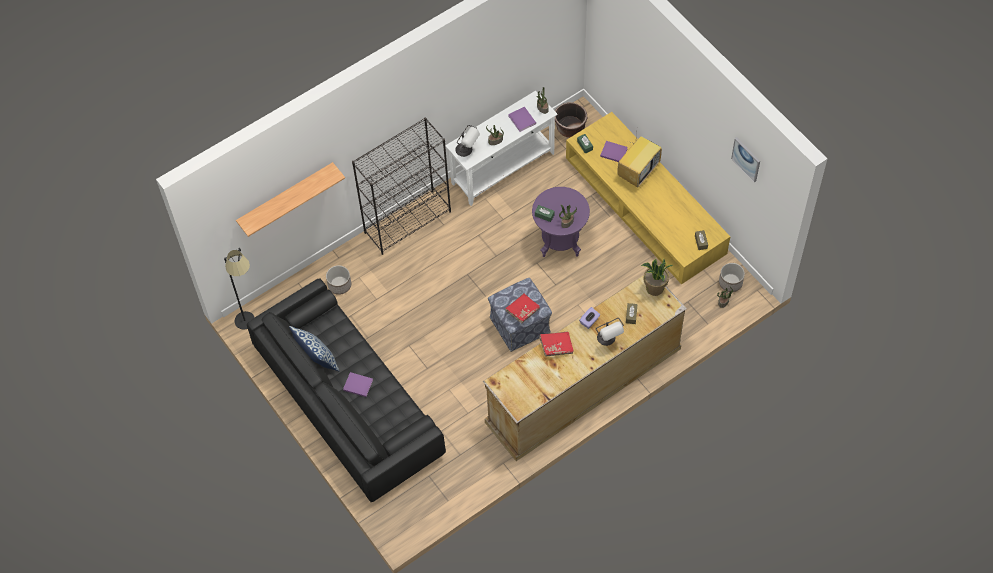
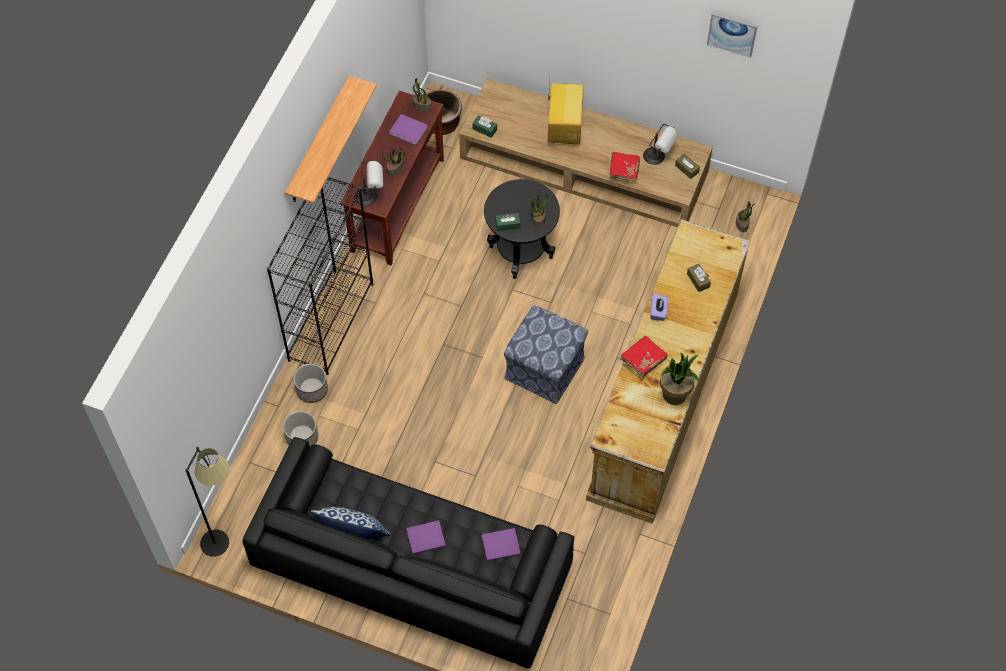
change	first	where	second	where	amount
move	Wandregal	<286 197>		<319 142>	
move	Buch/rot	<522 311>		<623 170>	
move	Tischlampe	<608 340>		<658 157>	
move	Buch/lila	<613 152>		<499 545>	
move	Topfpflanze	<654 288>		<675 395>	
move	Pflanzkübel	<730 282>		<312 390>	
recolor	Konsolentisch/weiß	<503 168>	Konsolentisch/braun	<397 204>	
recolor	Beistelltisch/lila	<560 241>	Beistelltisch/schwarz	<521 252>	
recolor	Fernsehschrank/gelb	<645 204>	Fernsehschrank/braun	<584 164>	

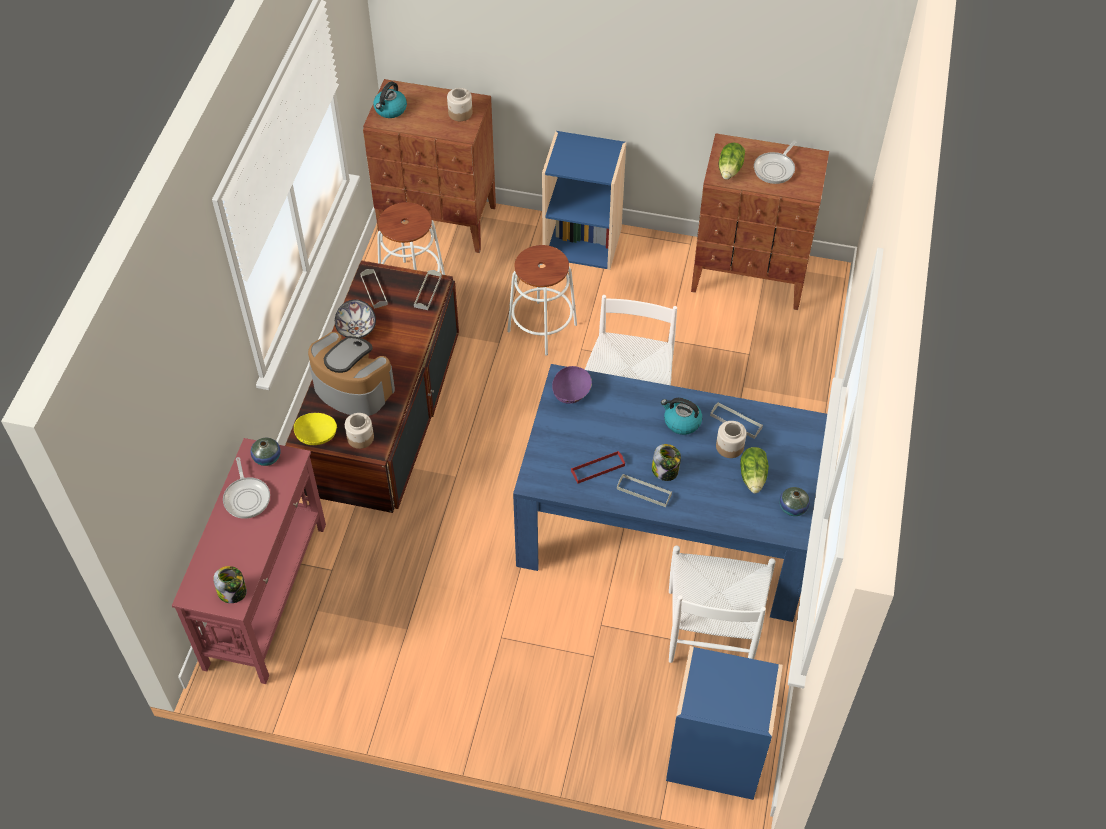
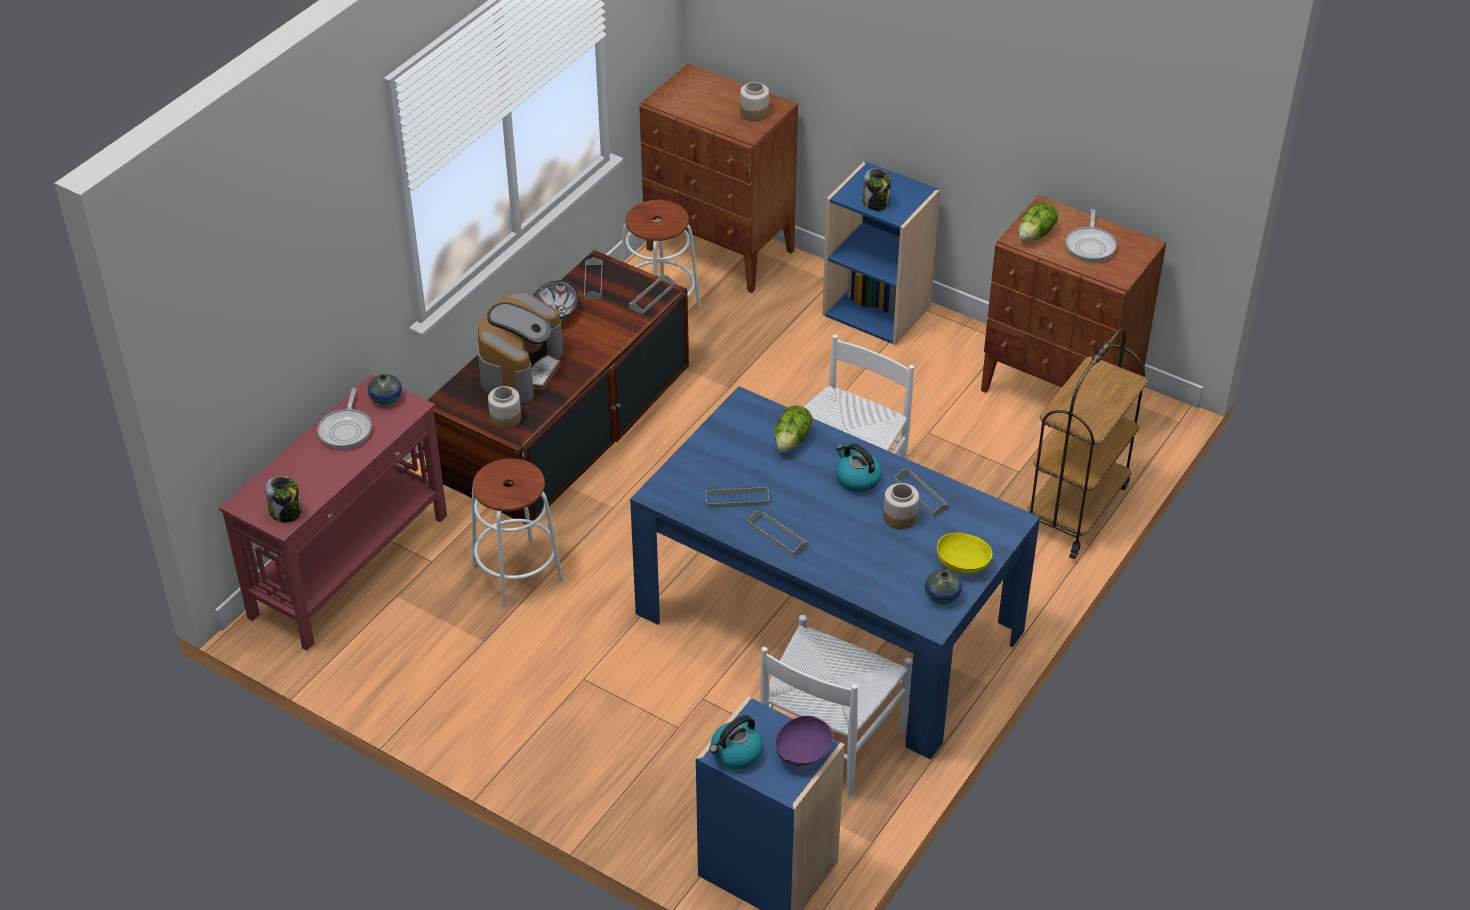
change	first	where	second	where	amount
insert			Rollwagen/braun	<1077 509>	
move	Schüssel/gelb	<317 436>		<963 564>	
move	Wasserkessel	<390 110>		<736 753>	
move	Hocker/weiß	<542 328>		<517 572>	
move	Schüssel/lila	<571 393>		<803 754>	
move	Vorratsglas	<665 471>		<876 203>	
move	Salatkopf	<753 476>		<792 440>	
recolor	Tablett/rot	<597 468>	Tablett/grau	<737 499>	
rotate	Kaffeemaschine	<352 388>		<520 369>	60 degrees clockwise
rotate	Pfanne	<775 169>		<1090 245>	45 degrees counterclockwise

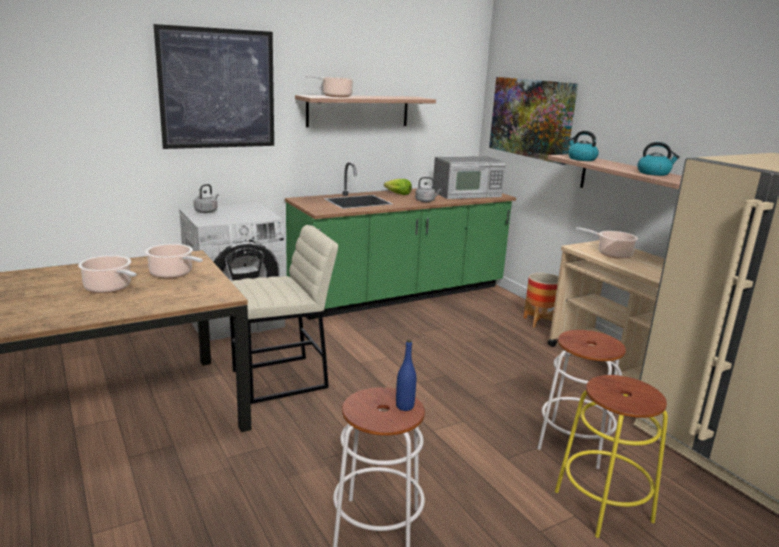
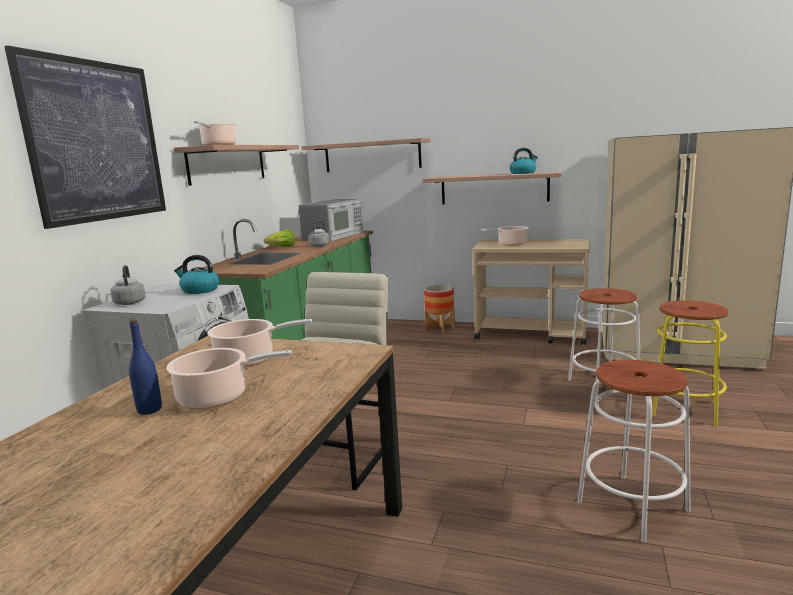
change	first	where	second	where	amount
move	Flasche/blau	<404 406>		<149 410>	
move	Wasserkessel	<581 159>		<199 290>	
replace	Bild	<531 118>	Wandregal	<372 156>	

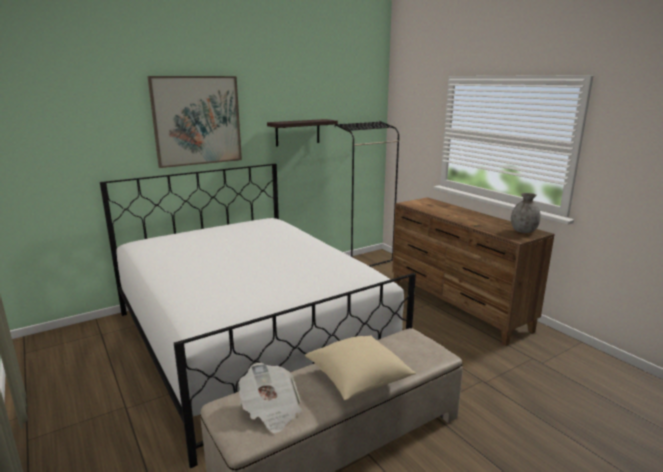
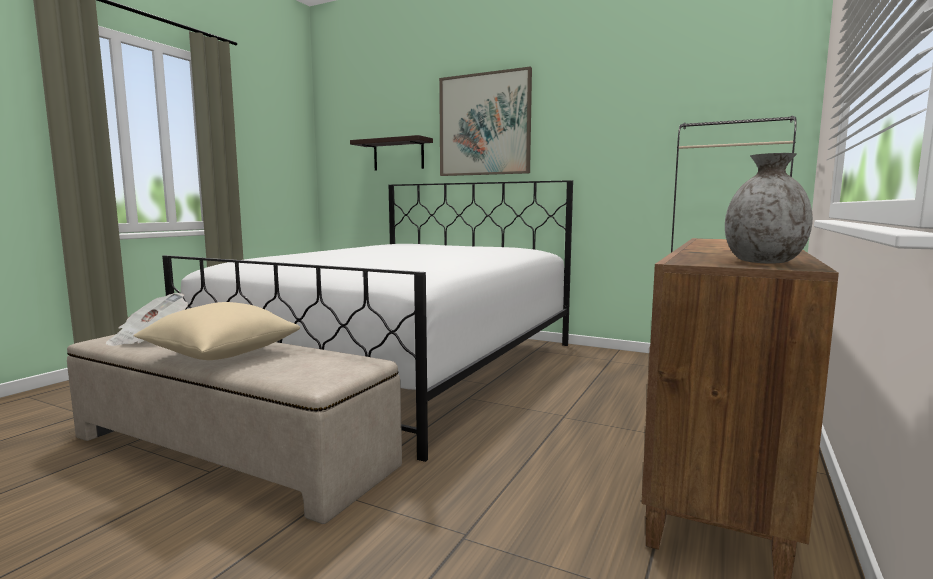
change	first	where	second	where	amount
move	Wandregal	<297 132>		<398 155>	

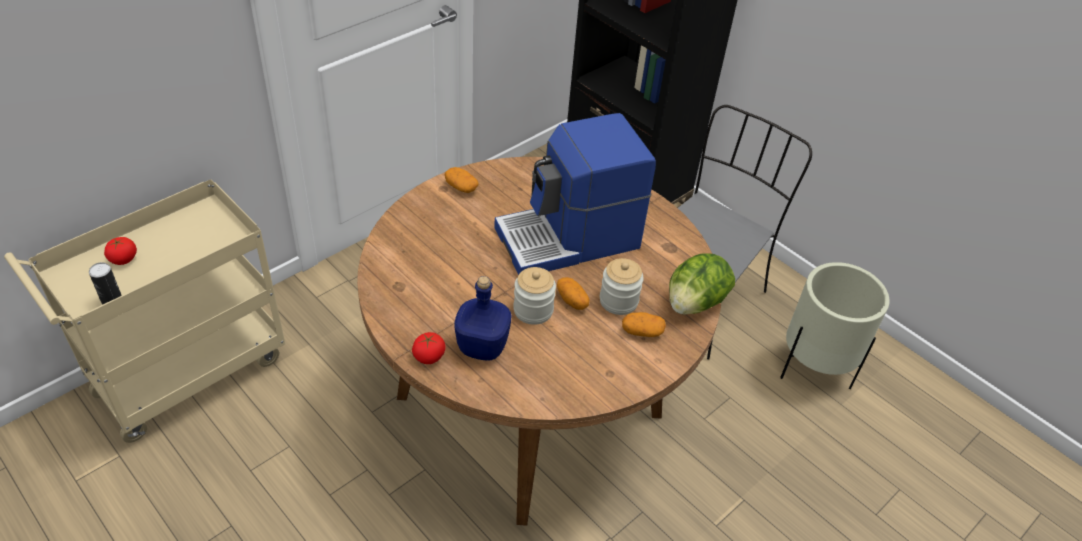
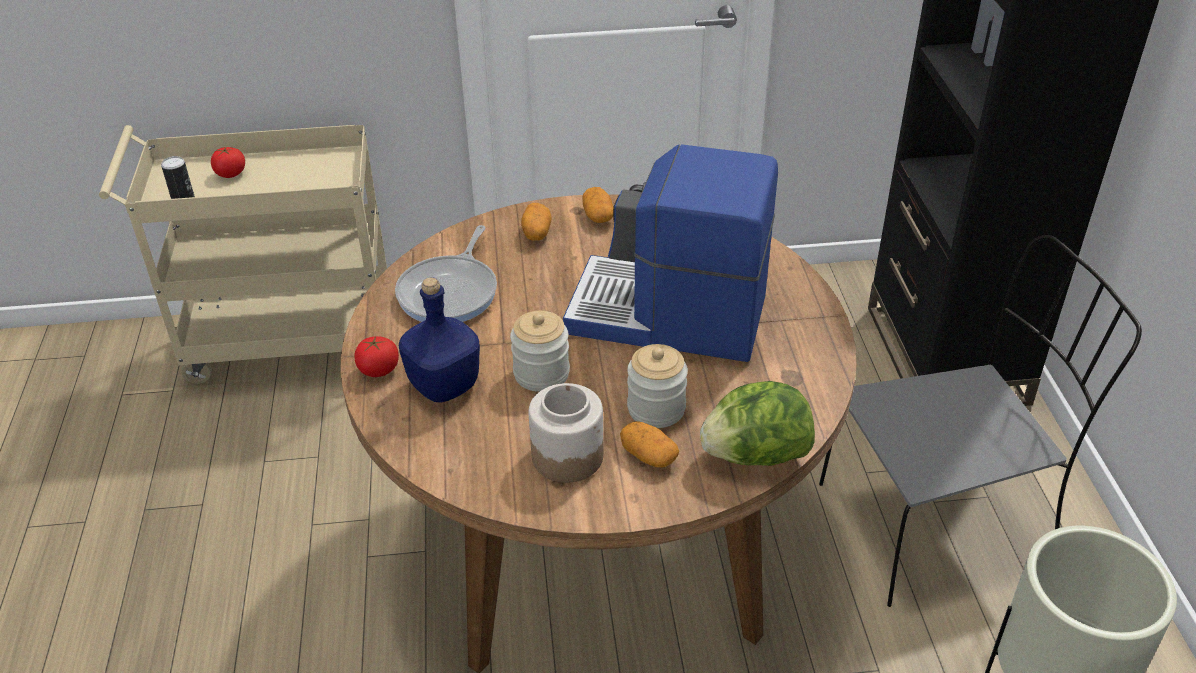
change	first	where	second	where	amount
insert			Pfanne	<451 292>	
insert			Vorratsglas	<567 456>	
move	Kartoffel	<572 300>		<536 232>	

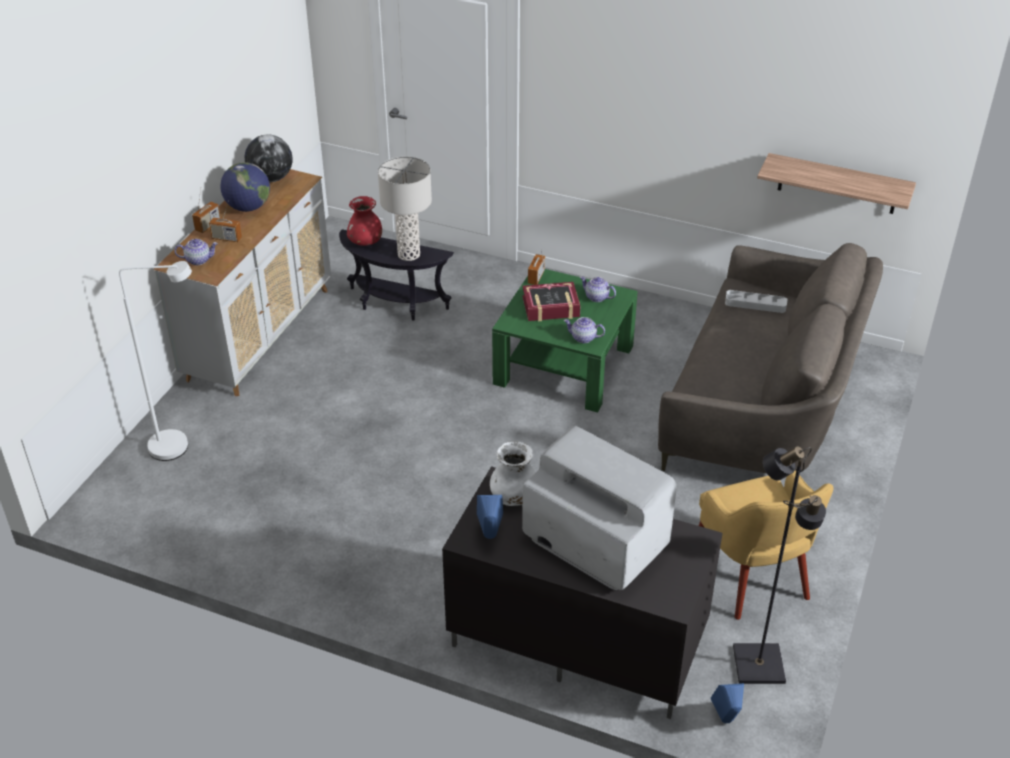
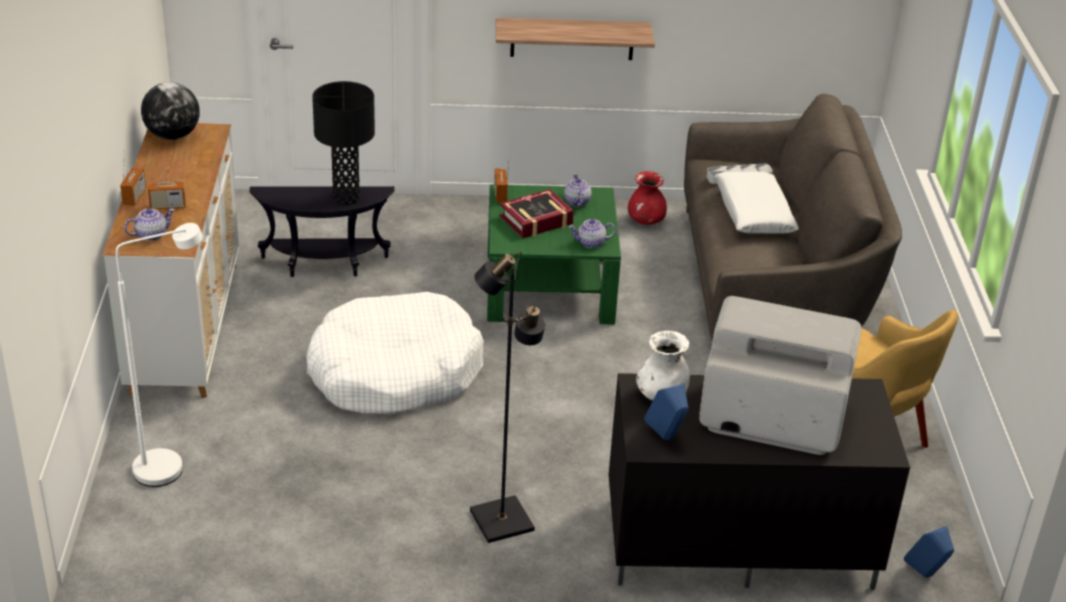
change	first	where	second	where	amount
delete	Globus	<248 207>			
insert			Hundebett/weiß	<394 372>	
insert			Kissen/weiß	<753 213>	
move	Vase/rot	<365 242>		<646 221>	
move	Stehlampe/schwarz	<759 665>		<502 520>	
move	Wandregal	<837 184>		<572 38>	
recolor	Tischlampe/weiß	<408 254>	Tischlampe/schwarz	<346 197>	
rotate	Teekanne	<596 297>		<576 202>	75 degrees clockwise

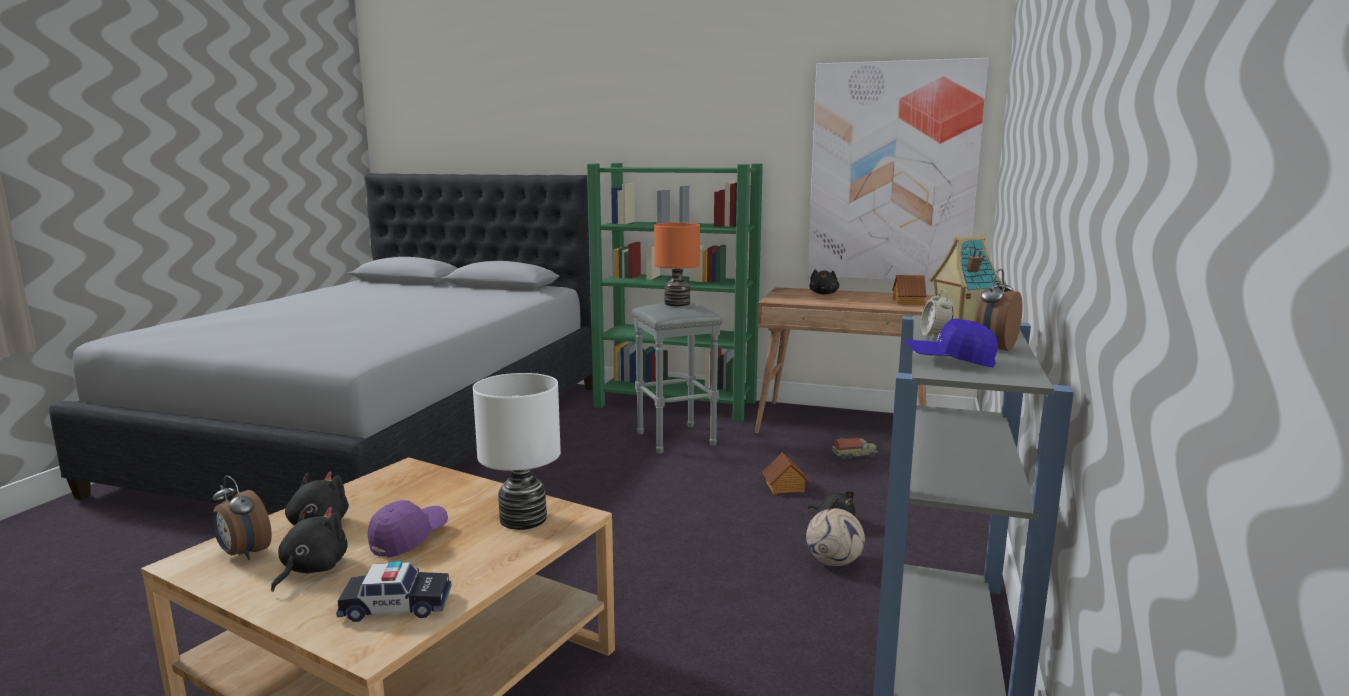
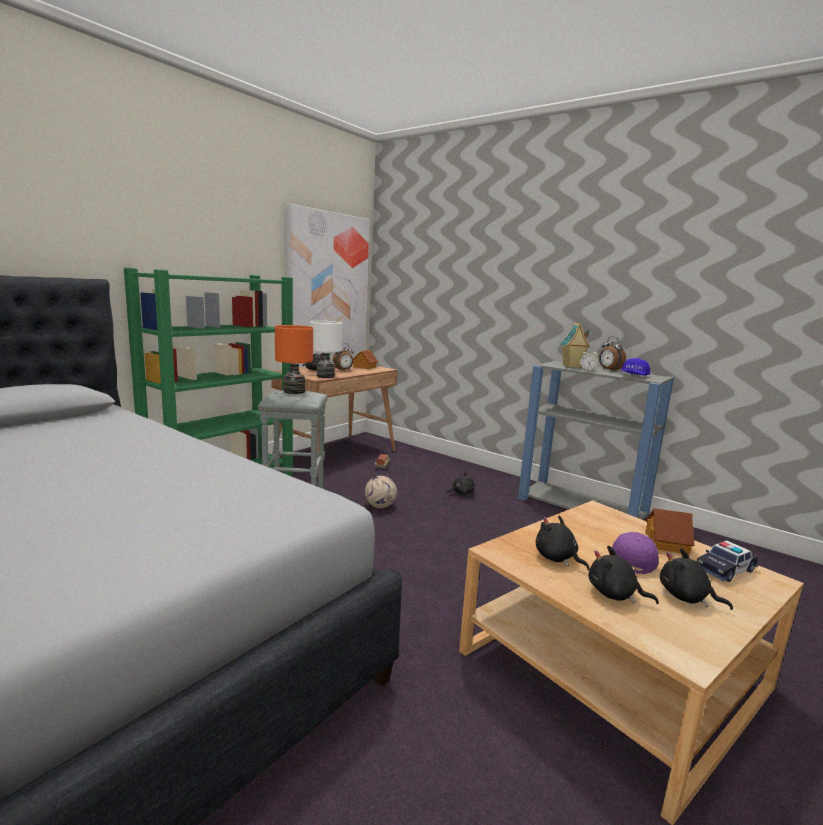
change	first	where	second	where	amount
insert			Plüschtier/schwarz	<557 558>	
move	Wecker	<243 553>		<343 370>	
move	Tischlampe/weiß	<523 519>		<325 376>	
move	Spielzeughaus	<785 487>		<667 543>	
move	Fußball	<834 562>		<380 506>	
rotate	Spielzeugauto	<396 606>		<725 569>	135 degrees counterclockwise
rotate	Kappe/lila	<409 538>		<632 559>	60 degrees clockwise

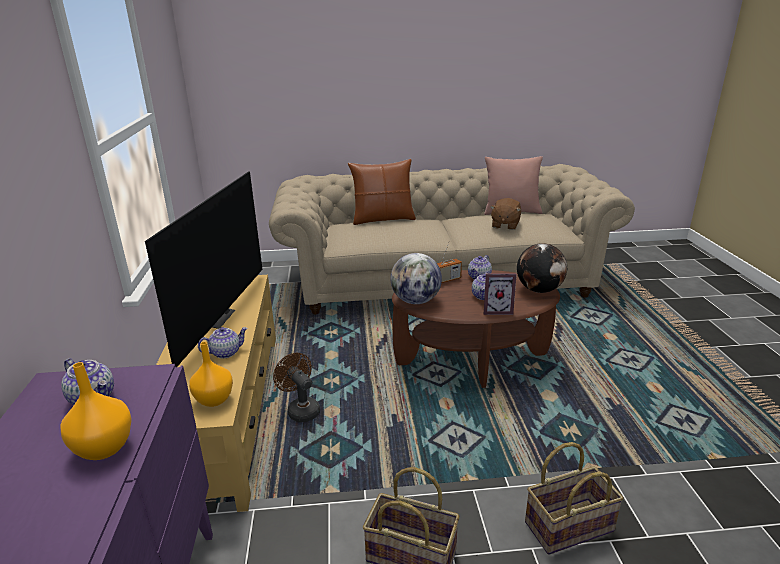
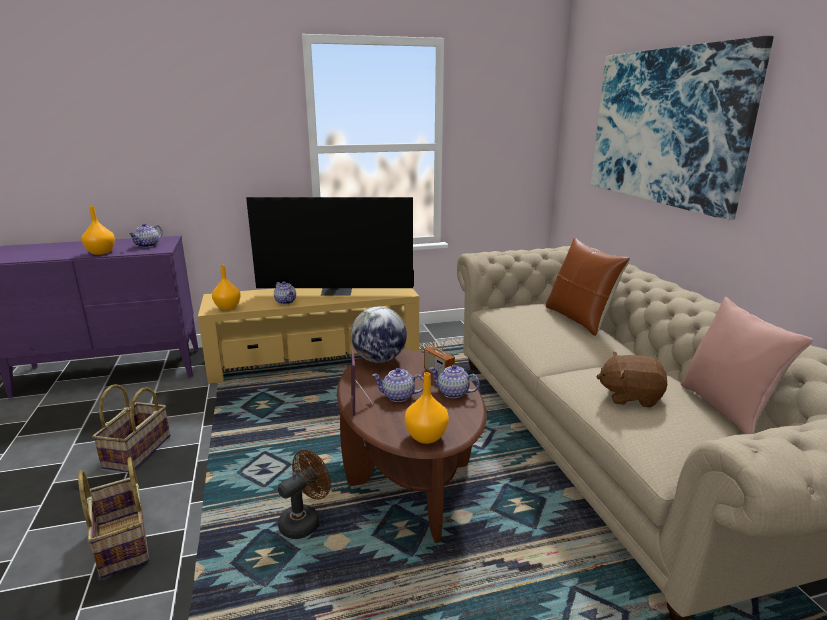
change	first	where	second	where	amount
insert			Bild	<665 127>	
move	Ventilator/braun	<301 409>		<304 521>	
replace	Globus	<539 290>	Vase/orange	<427 437>	

